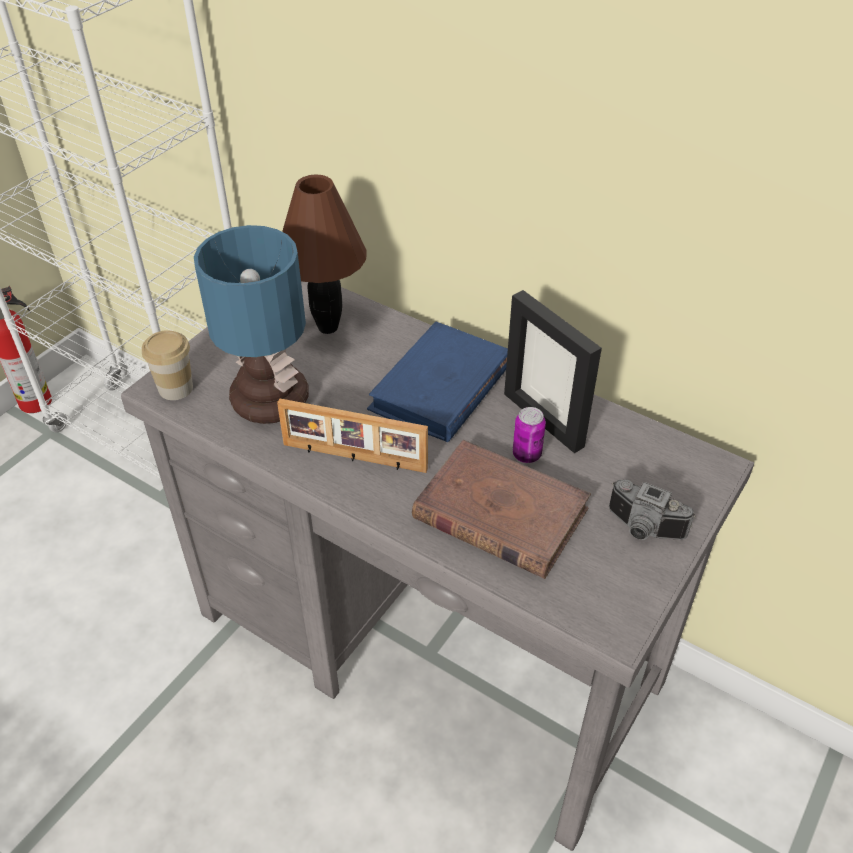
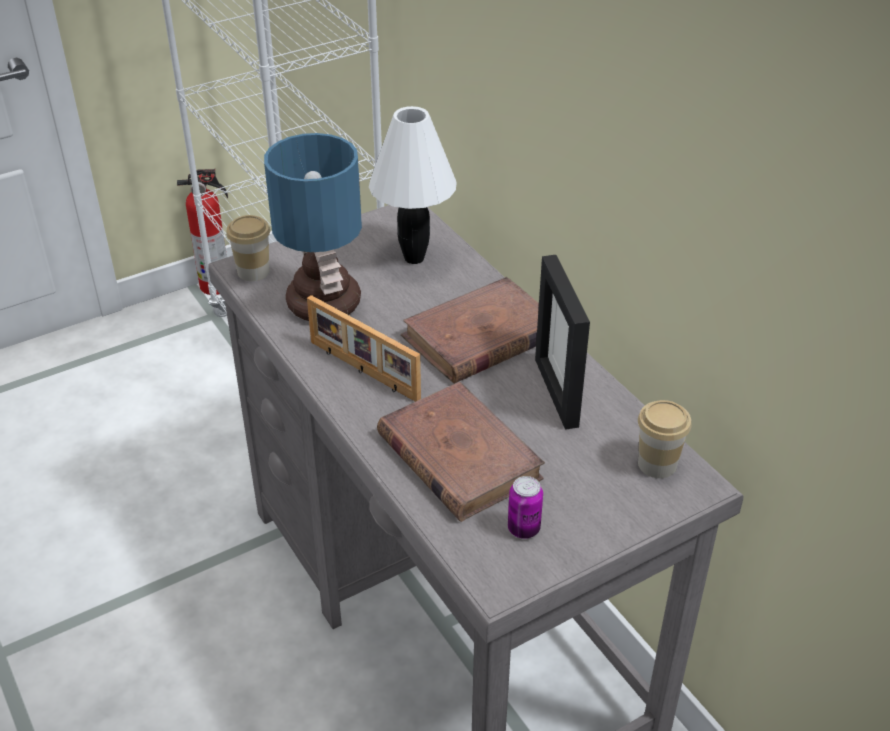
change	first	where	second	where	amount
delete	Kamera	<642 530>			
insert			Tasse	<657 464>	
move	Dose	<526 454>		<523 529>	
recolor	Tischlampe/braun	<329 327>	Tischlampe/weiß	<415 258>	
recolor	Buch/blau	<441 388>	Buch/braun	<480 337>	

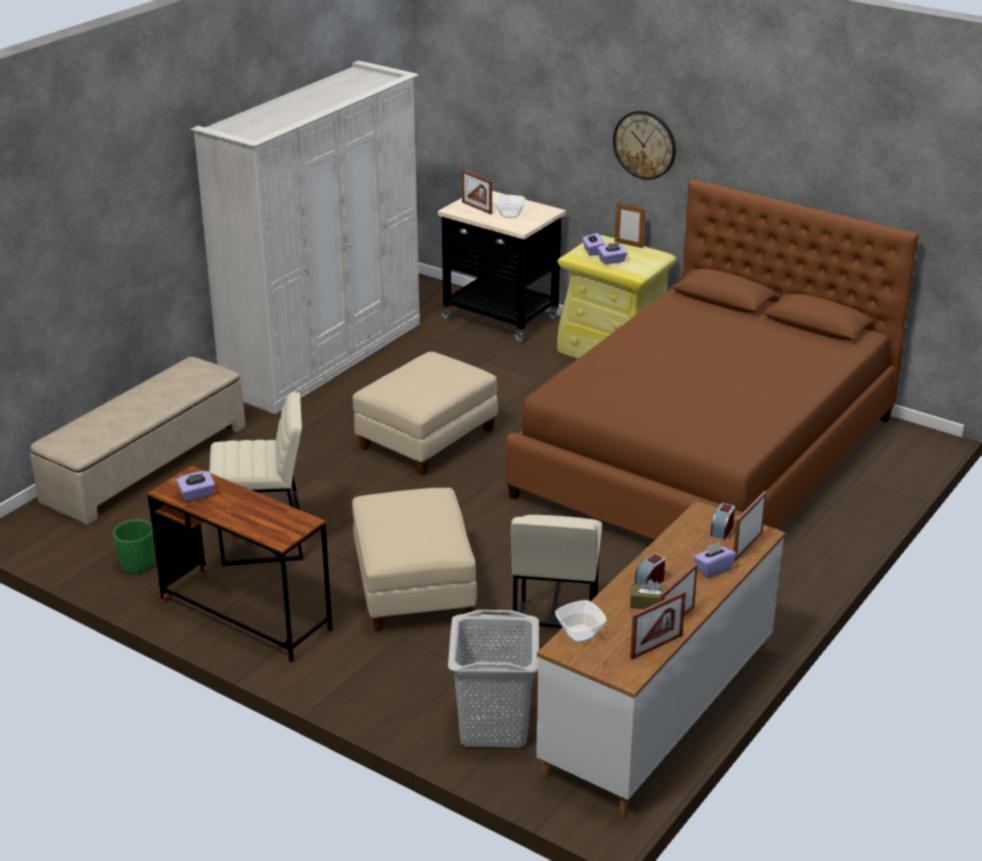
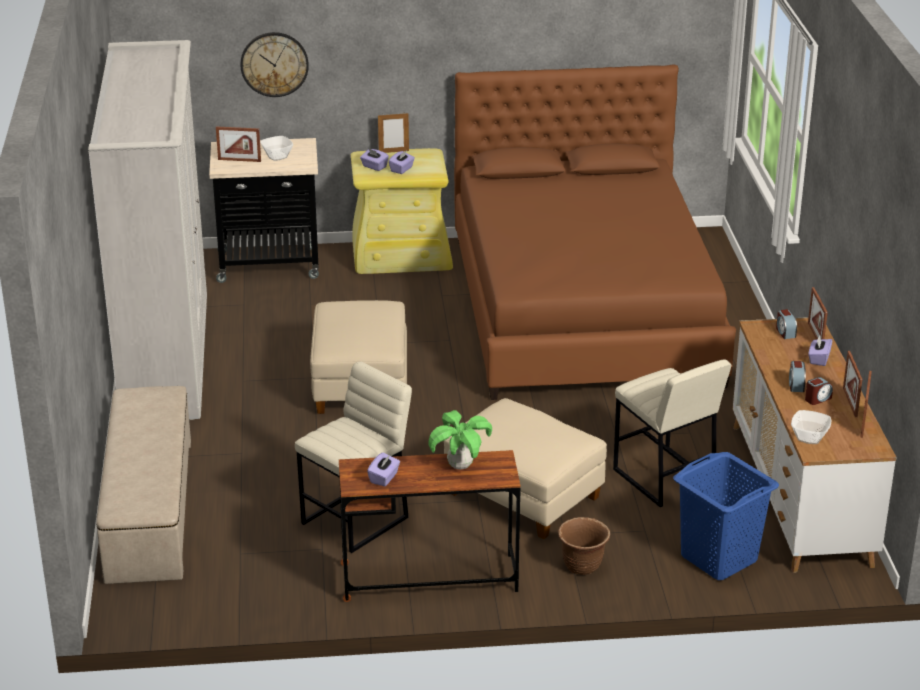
change	first	where	second	where	amount
delete	Pflanzkübel/grün	<138 564>			
insert			Topfpflanze	<460 466>	
insert			Pflanzkübel/braun	<582 566>	
move	Wanduhr	<645 144>		<274 64>	
replace	Taschentuchbox/braun	<649 604>	Wecker	<817 399>	
recolor	Wäschekorb/grau	<493 727>	Wäschekorb/blau	<718 558>	

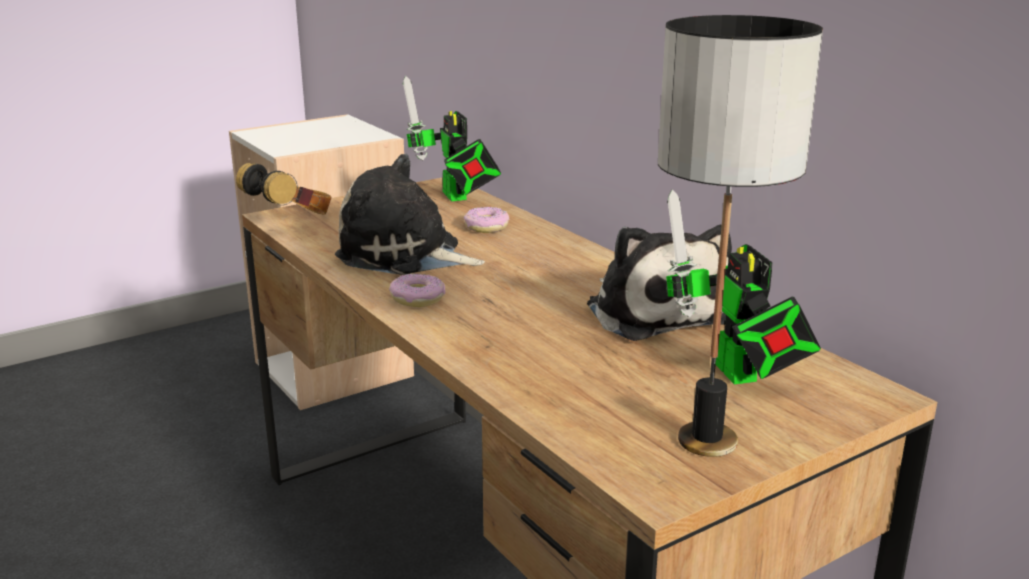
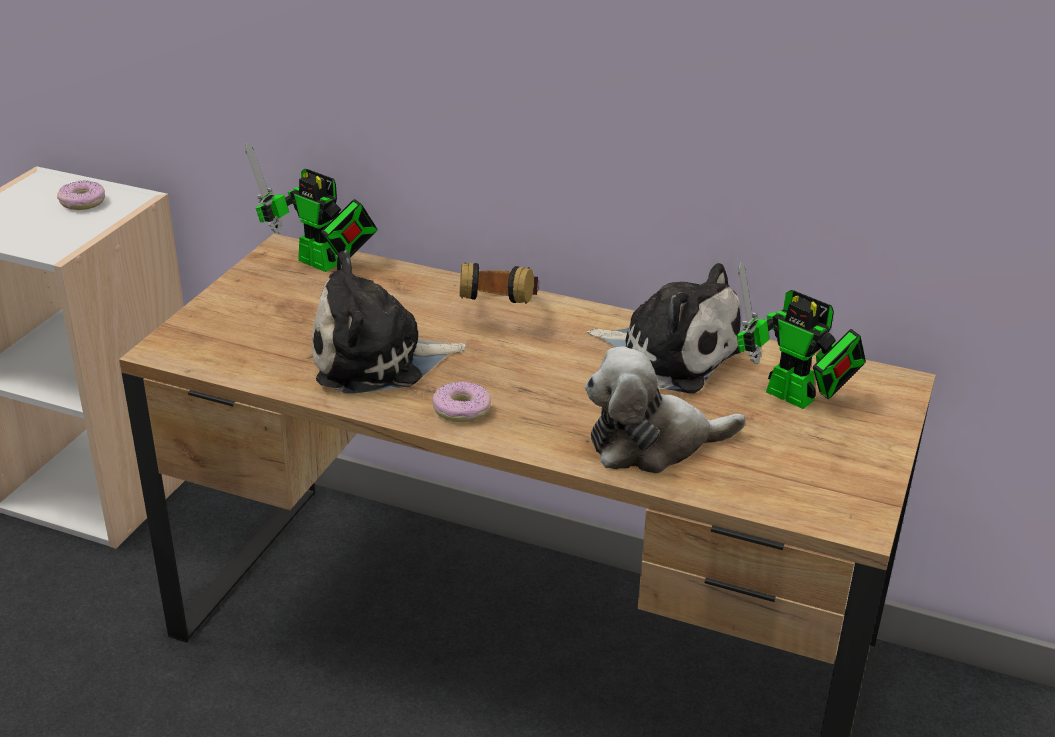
change	first	where	second	where	amount
delete	Tischlampe	<706 440>			
insert			Plüschtier	<652 444>	
move	Kopfhörer	<292 220>		<499 312>	
move	Donut	<486 227>		<82 202>	

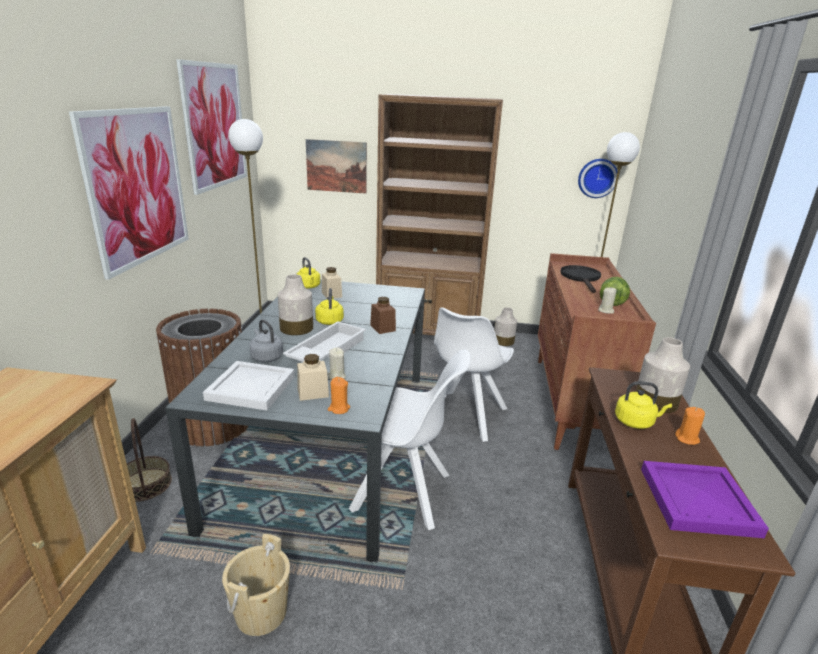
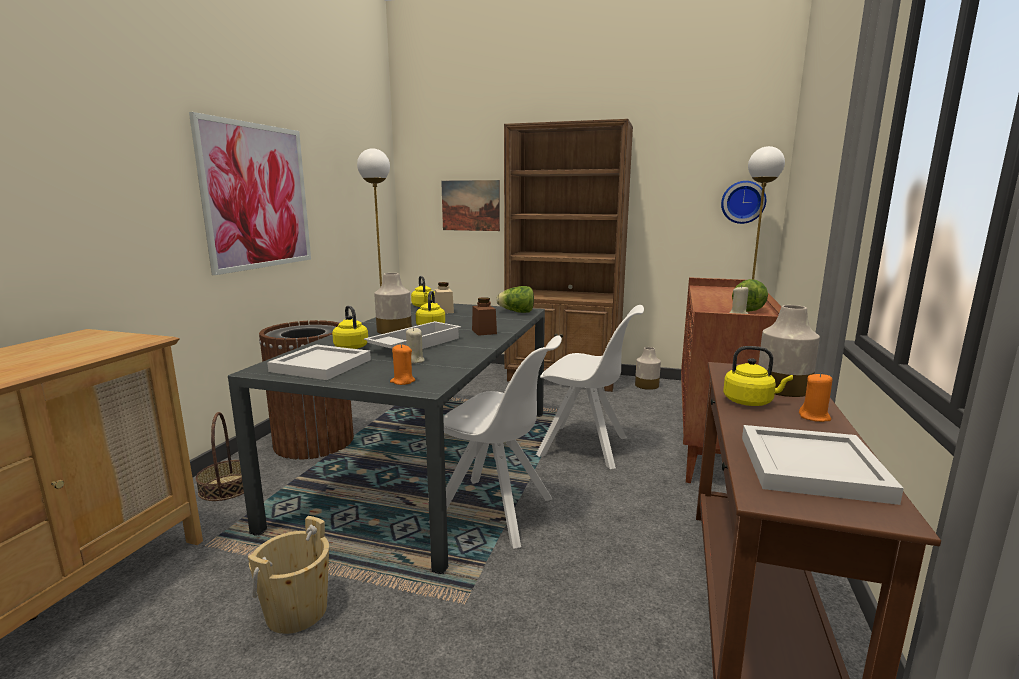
change	first	where	second	where	amount
delete	Bild	<215 126>			
delete	Vorratsglas/beige	<313 392>			
delete	Pfanne/schwarz	<581 278>			
insert			Salatkopf	<517 312>	
recolor	Wasserkessel/grau	<266 357>	Wasserkessel/gelb	<350 347>	
recolor	Tablett/lila	<695 500>	Tablett/weiß	<808 466>	
rotate	Stuhl/weiß	<464 416>		<585 447>	105 degrees counterclockwise

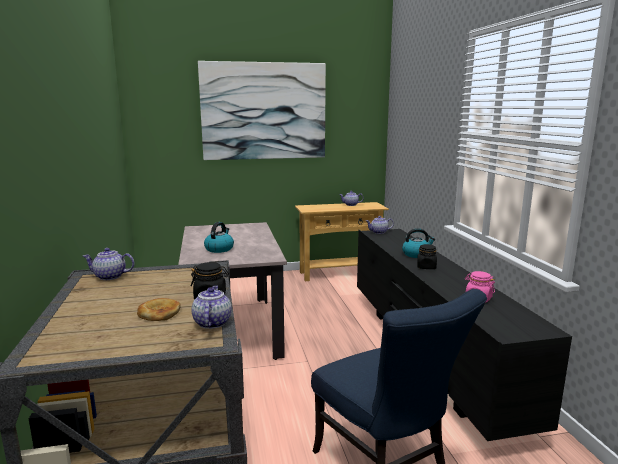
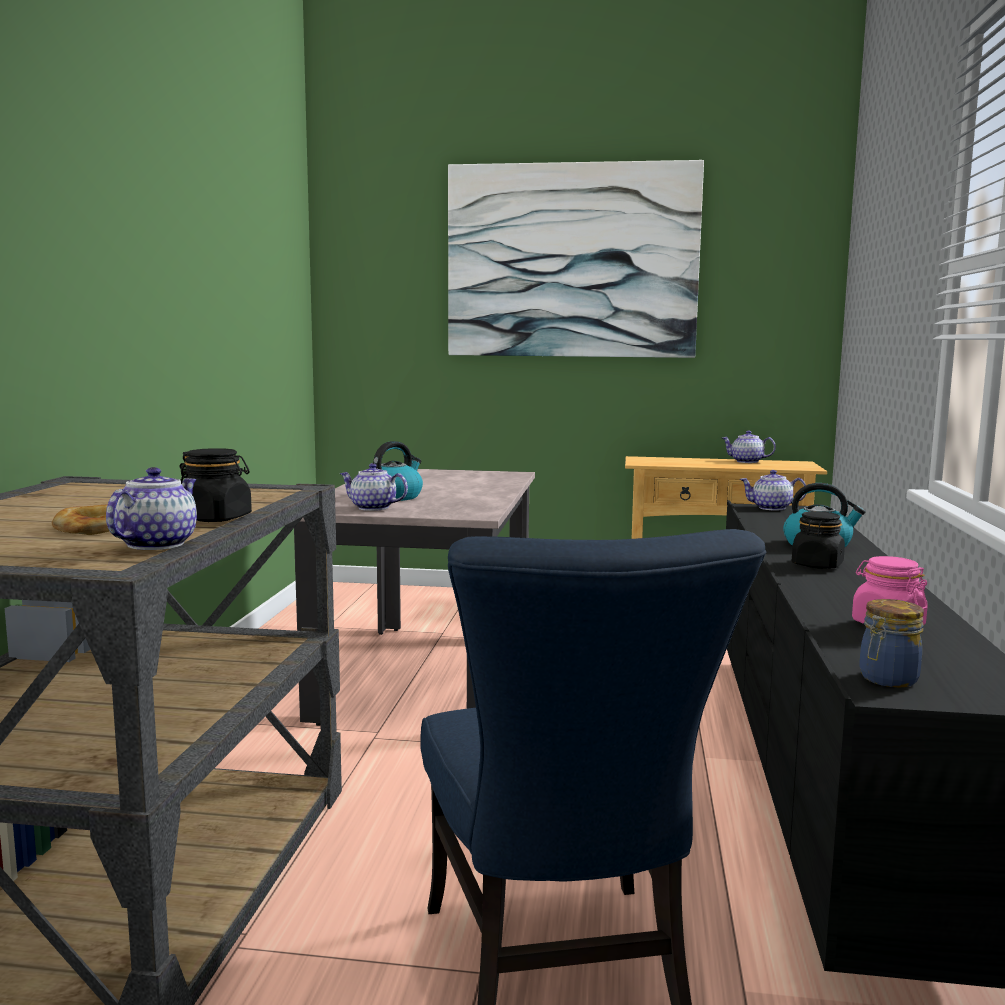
change	first	where	second	where	amount
insert			Vorratsglas	<887 679>	
move	Teekanne	<109 276>		<372 508>	

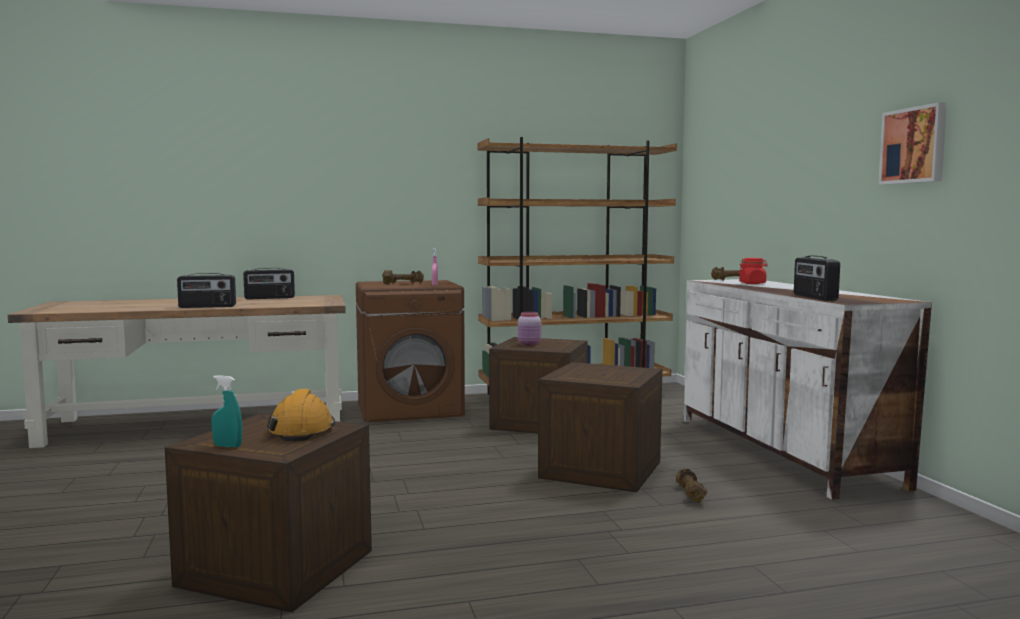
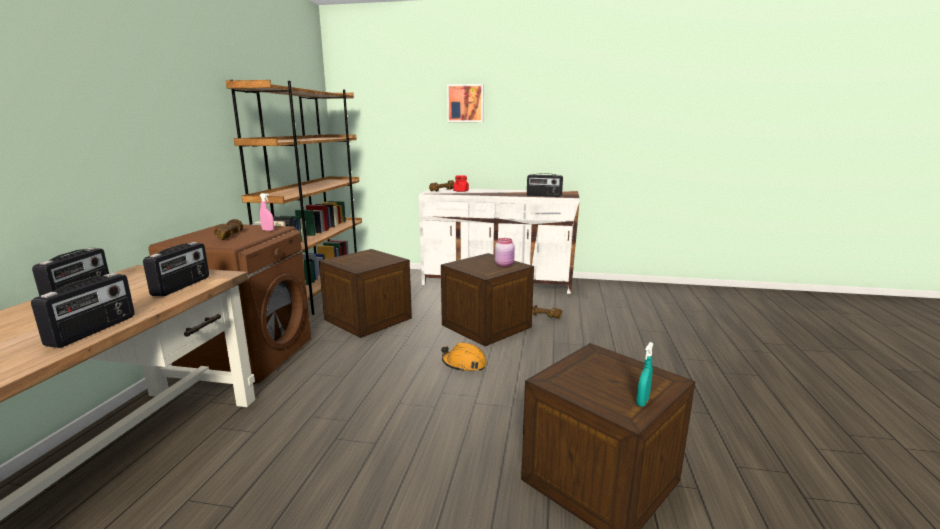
change	first	where	second	where	amount
insert			Radio	<182 286>	
move	Schutzhelm/orange	<302 430>		<464 364>	
move	Vorratsglas/rosa	<529 344>		<504 265>	
move	Bild	<914 145>		<465 103>	

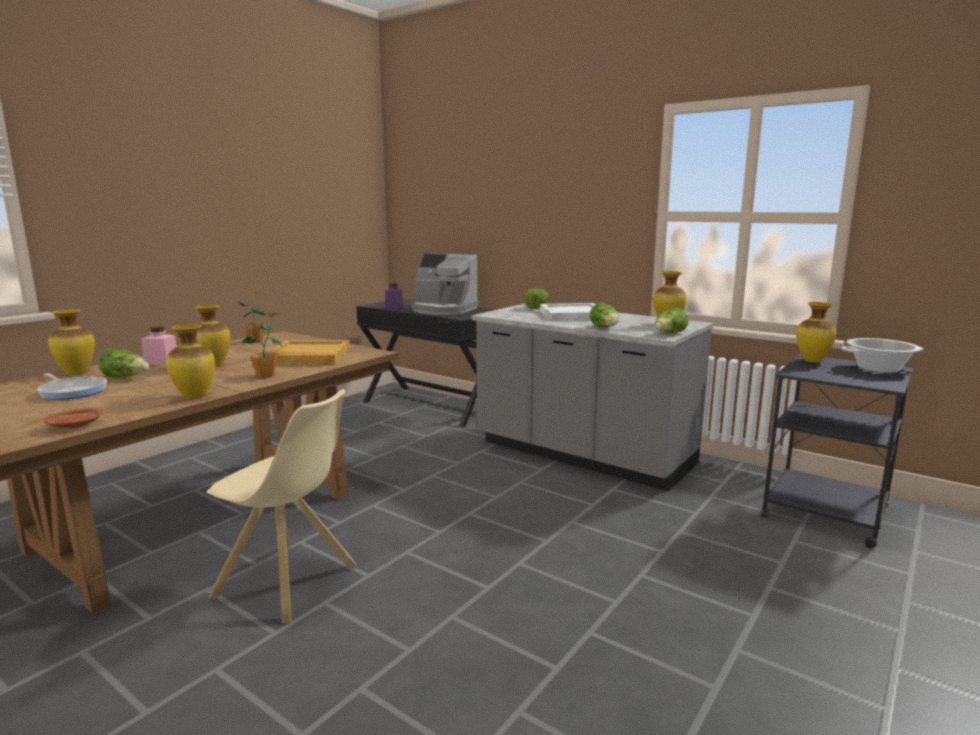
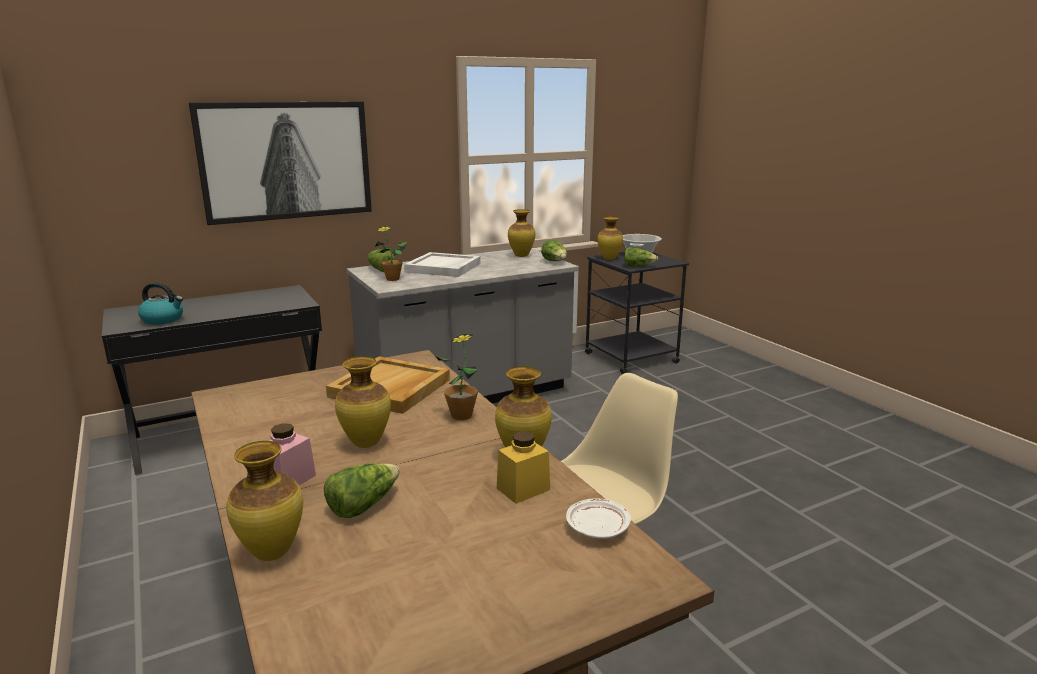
change	first	where	second	where	amount
delete	Pfanne	<72 391>			
delete	Kaffeemaschine	<443 310>			
insert			Bild	<286 161>	
insert			Vorratsglas/gelb	<523 489>	
move	Topfpflanze	<256 341>		<393 279>	
move	Salatkopf	<605 328>		<638 266>	
replace	Vorratsglas/lila	<394 307>	Wasserkessel	<163 319>	
recolor	Teller/braun	<76 425>	Teller/weiß	<597 528>	

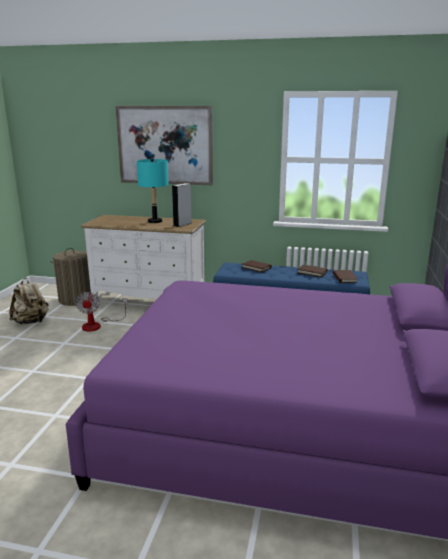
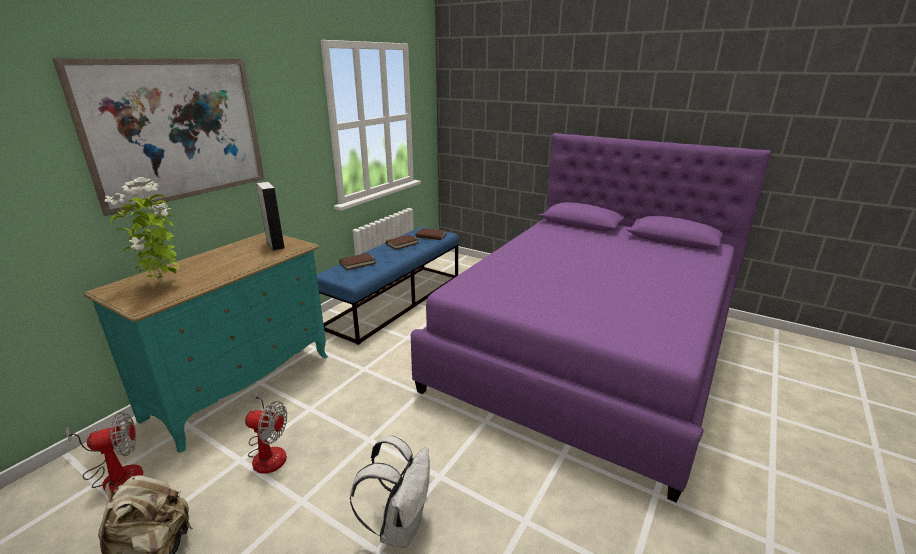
change	first	where	second	where	amount
delete	Tischlampe/türkis	<155 221>			
insert			Topfpflanze	<163 284>	
insert			Rucksack/weiß	<400 525>	
replace	Wäschekorb	<75 299>	Ventilator	<116 474>	
recolor	Kommode/weiß	<149 303>	Kommode/türkis	<243 386>	

